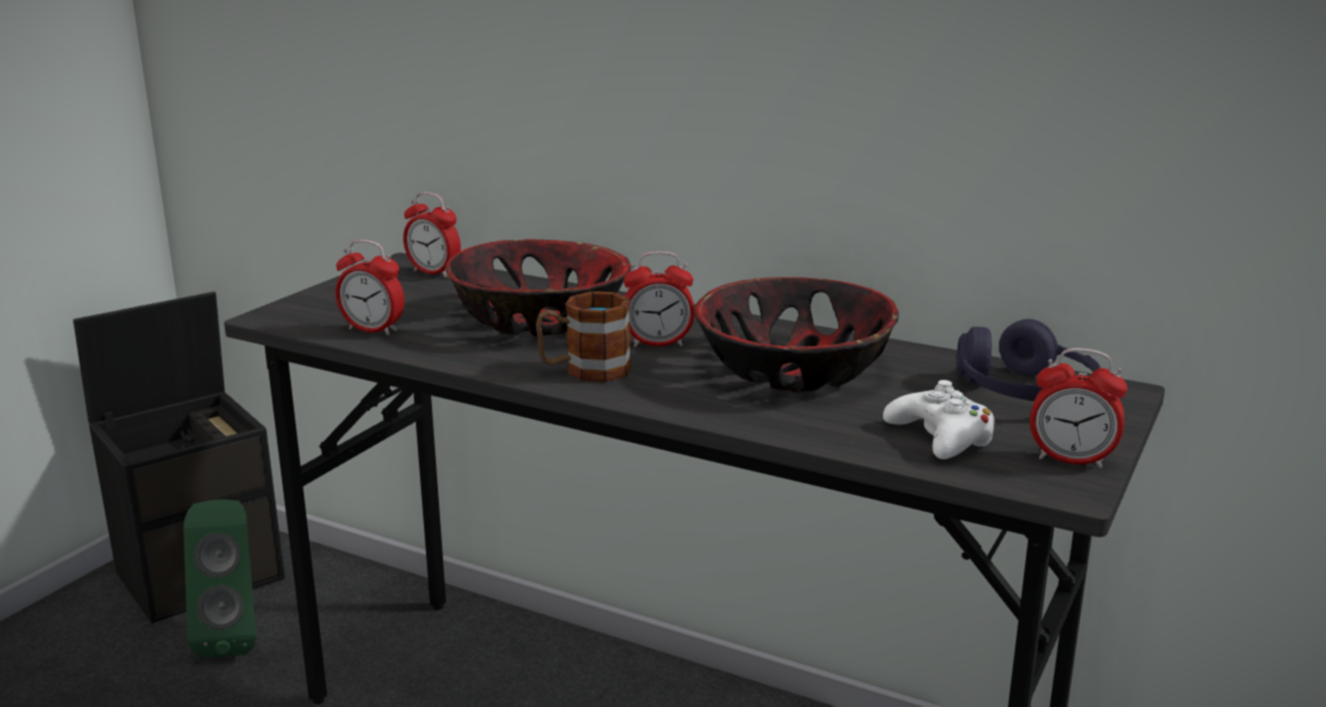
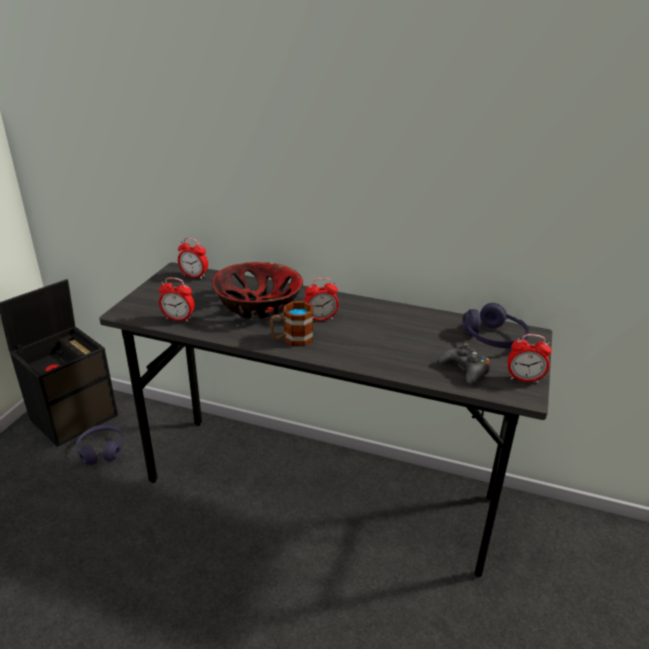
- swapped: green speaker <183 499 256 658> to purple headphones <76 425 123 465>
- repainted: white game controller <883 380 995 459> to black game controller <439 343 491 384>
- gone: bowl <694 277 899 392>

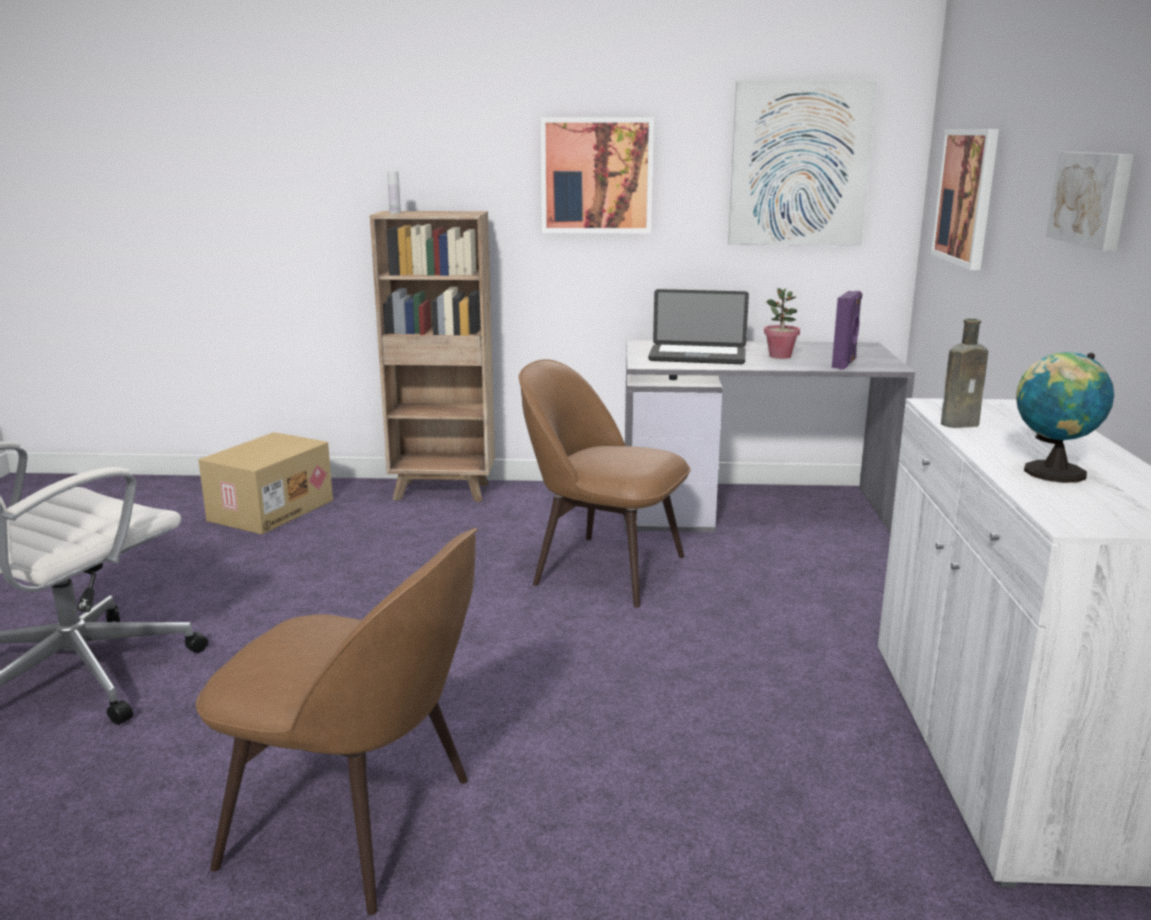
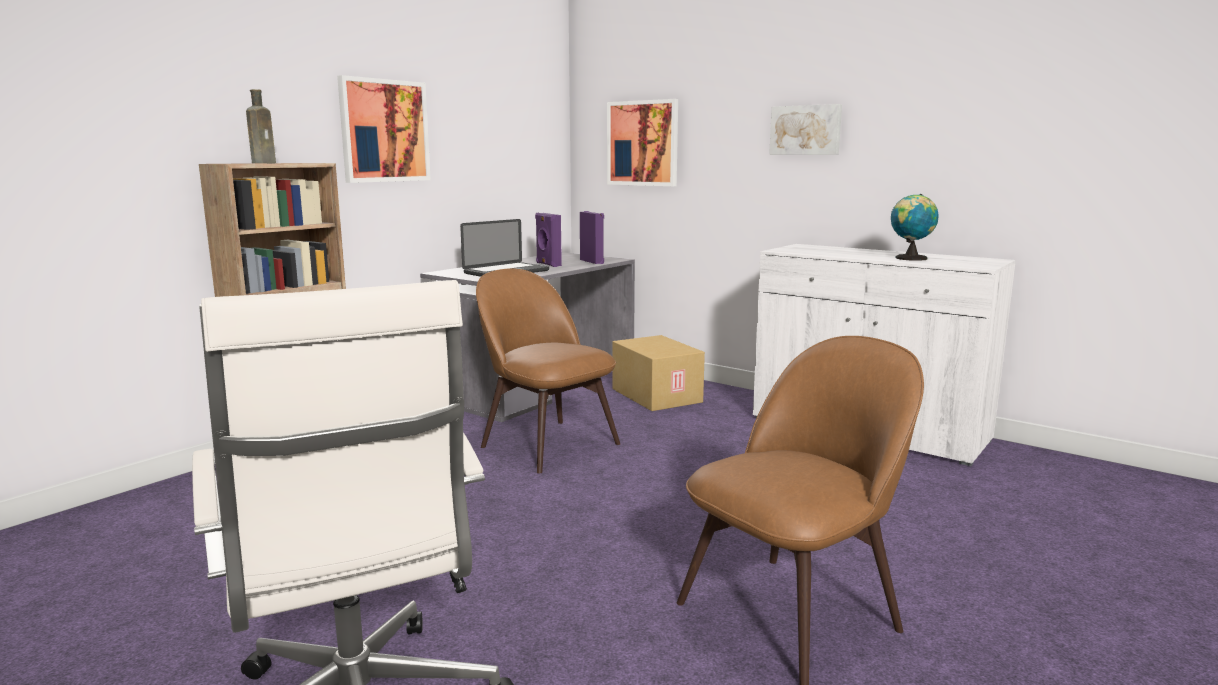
- shifted: brown bottle <941 319 988 428> to <246 89 276 163>
- rotated: brown chair <519 359 691 608> = <476 268 620 474> 75 degrees clockwise
- swapped: potted plant <764 288 800 359> to purple speaker <535 213 562 267>
- shifted: cardboard box <198 432 333 535> to <612 335 705 411>
- gone: white bottle <387 171 401 214>
- gone: picture <728 81 876 245>

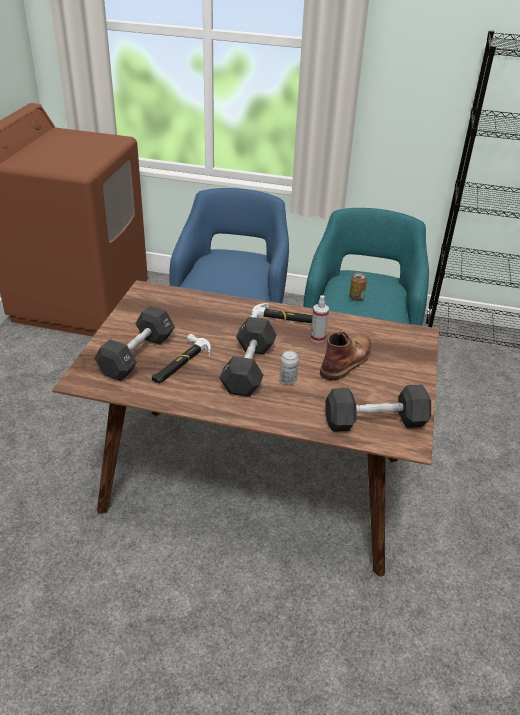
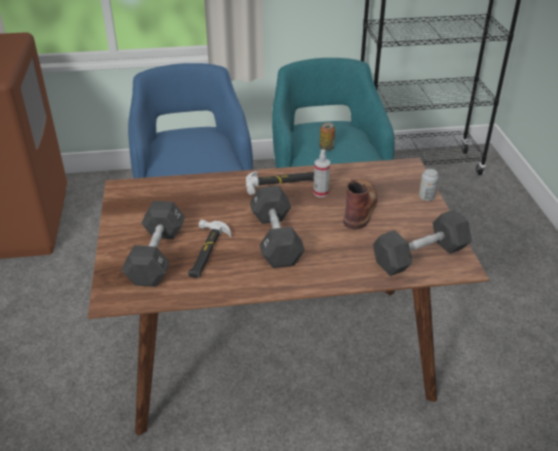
- shifted: can <280 351 299 385> to <419 169 439 201>

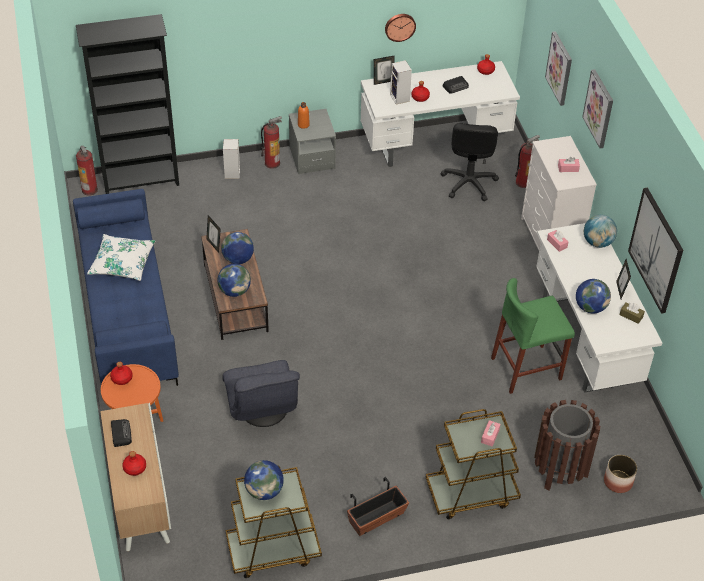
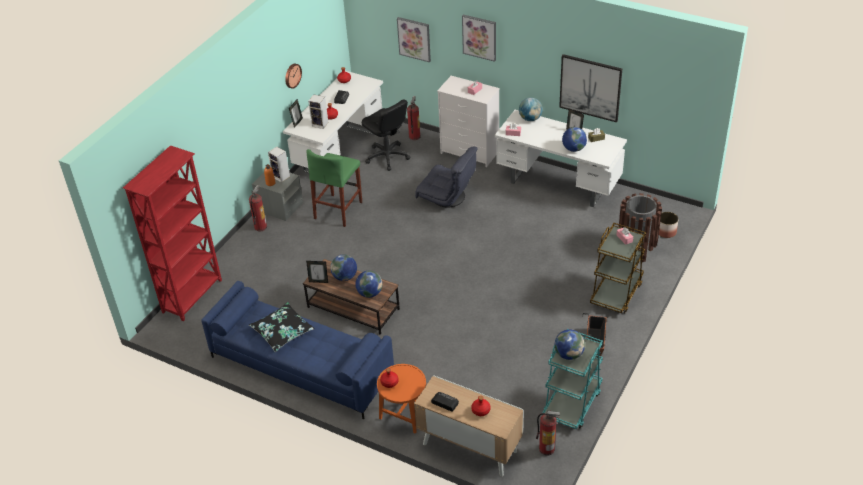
- repainted: black bookcase <76 14 179 194> to red bookcase <123 145 222 321>
- repainted: white pillow <87 234 156 281> to black pillow <249 302 314 352>
- shifted: speaker <223 139 240 179> to <268 147 290 183>
- shifted: green stool <491 278 575 394> to <306 149 362 227>
- shifted: grey armchair <222 360 300 427> to <415 146 478 208>
- shifted: fire extinguisher <76 146 98 196> to <536 411 560 455>
- repainted: brown cart <226 465 322 578> to turquoise cart <542 329 603 429>

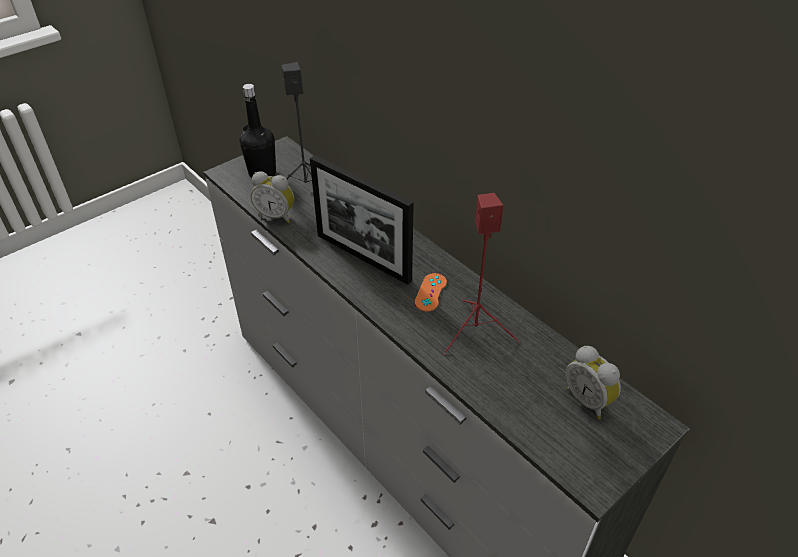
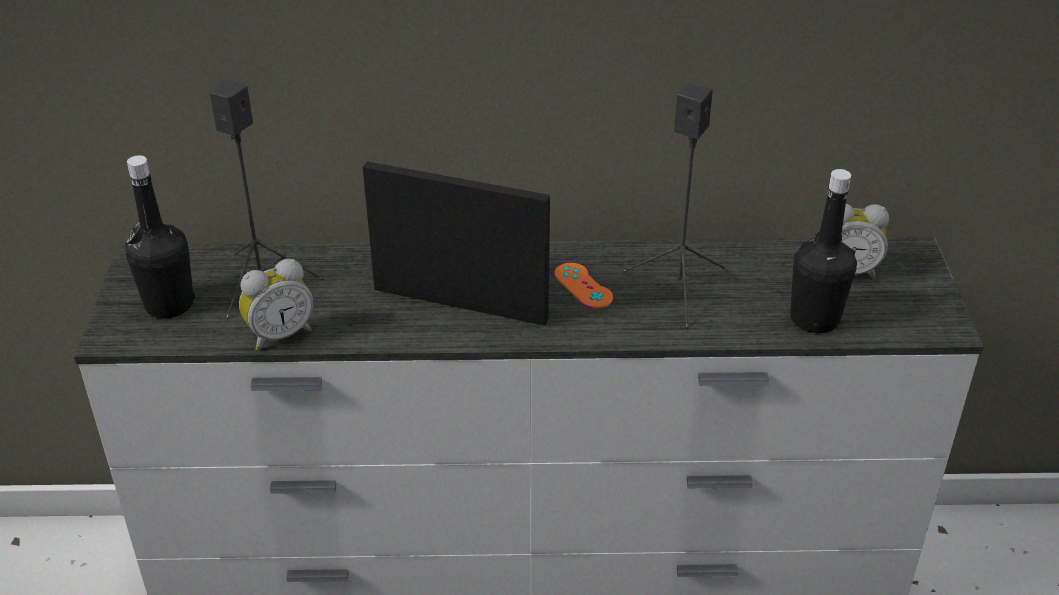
- rotated: picture frame <310 155 414 285> = <363 161 550 326> 150 degrees counterclockwise
- repainted: red speaker <443 193 520 355> to black speaker <623 84 728 329>
- new: black bottle <790 169 857 333>

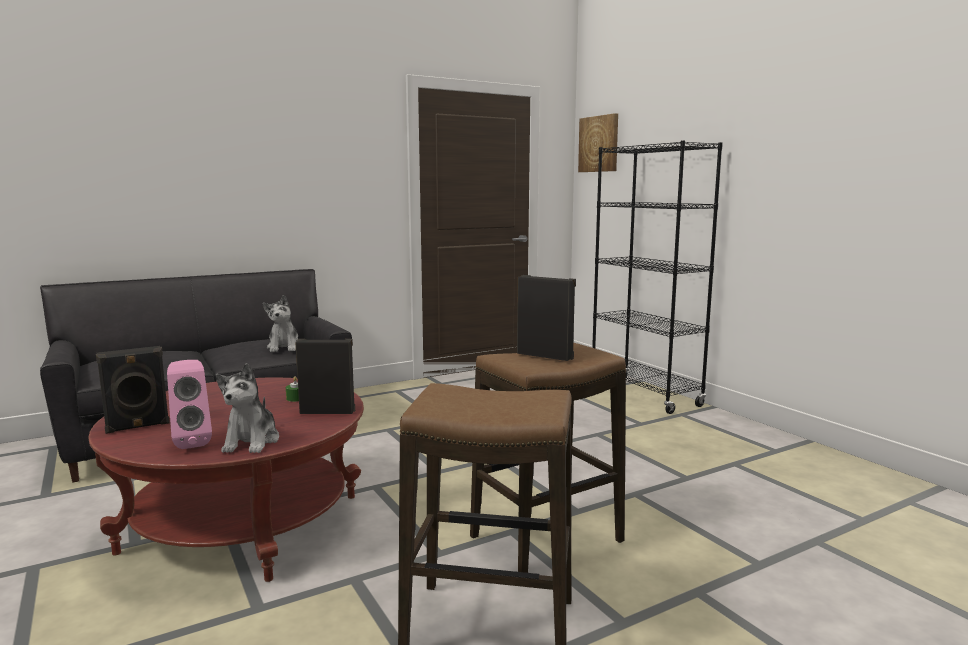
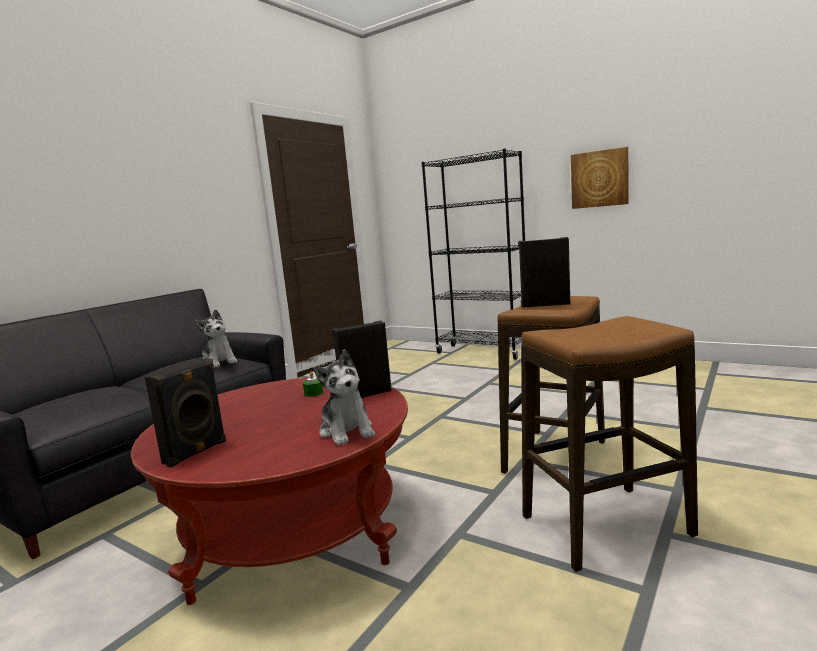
- shifted: picture <578 113 618 172> to <571 147 629 209>
- gone: pink speaker <167 360 212 449>

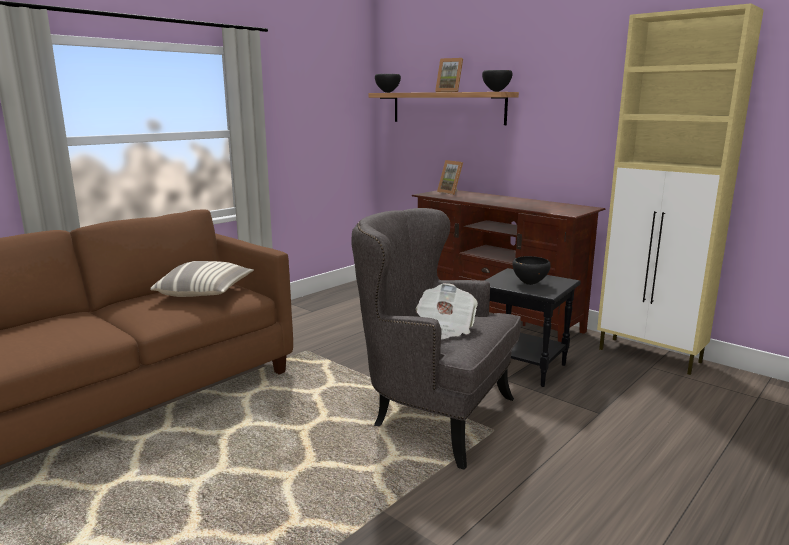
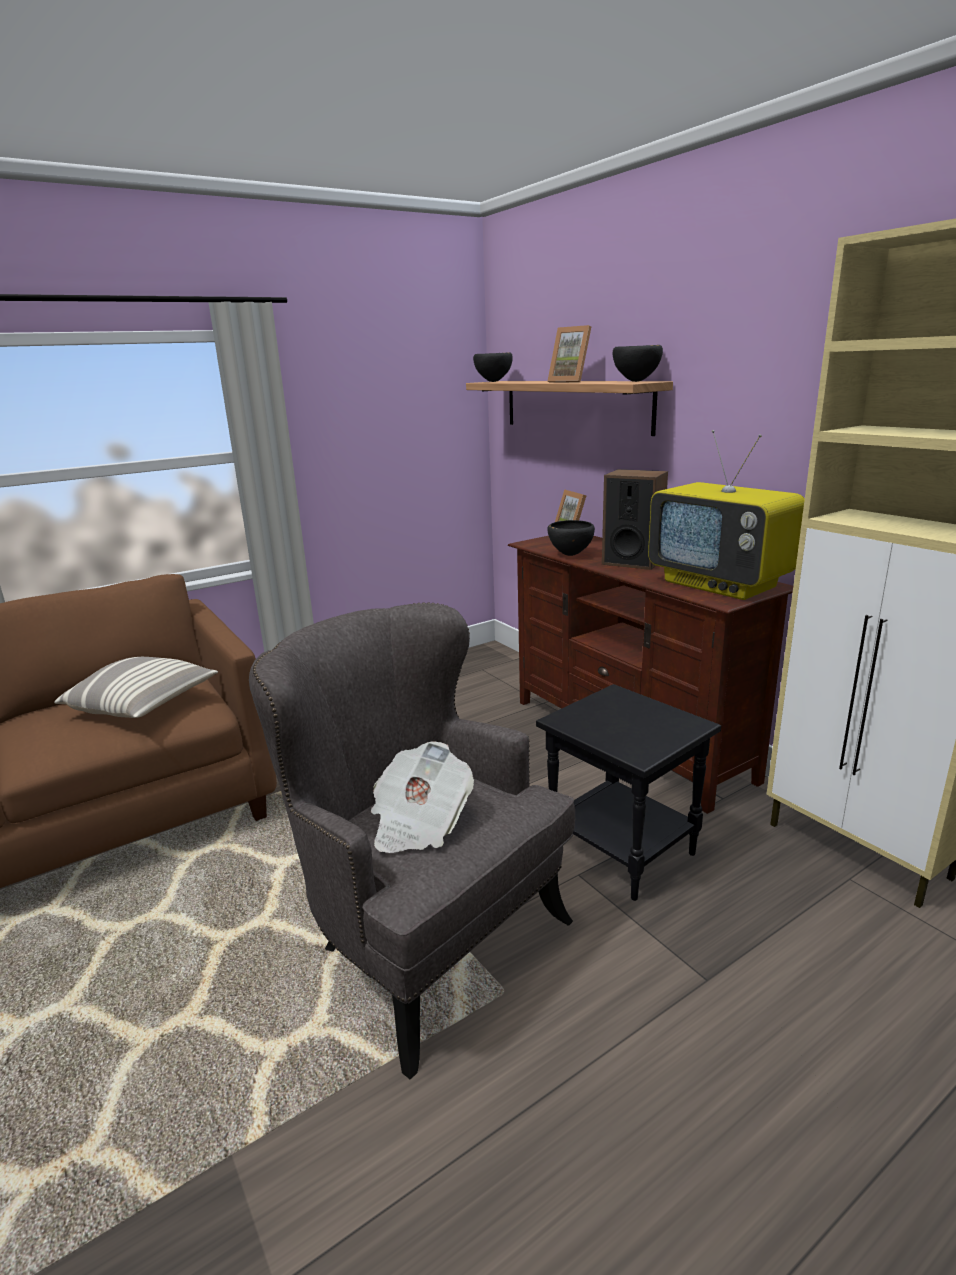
- shifted: black bowl <512 256 551 285> to <547 520 595 556>
- new: speaker <602 469 668 570>
- new: television <648 430 805 600>

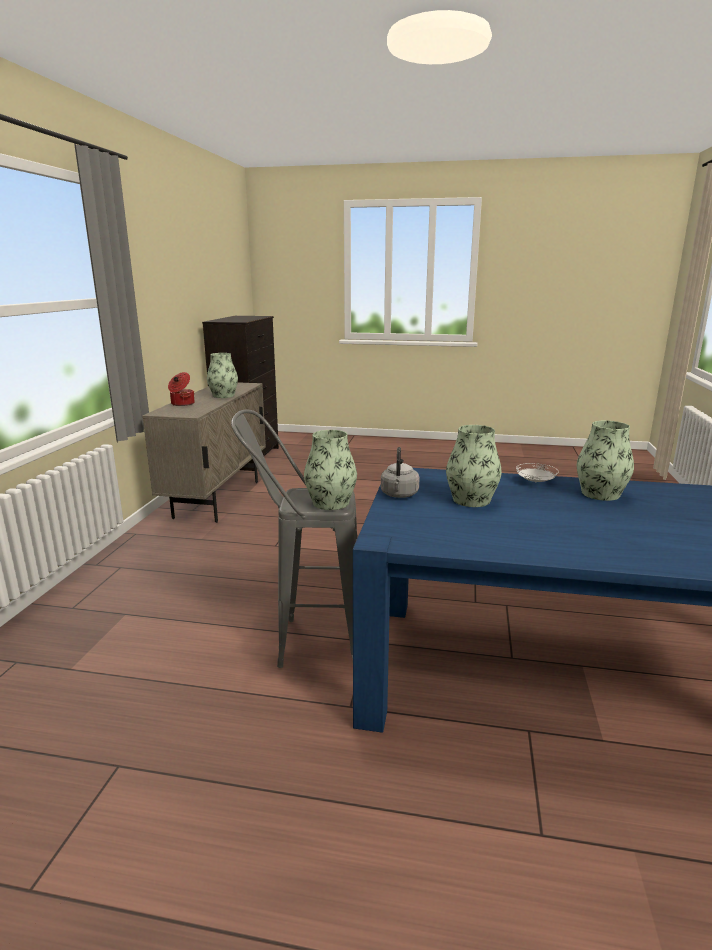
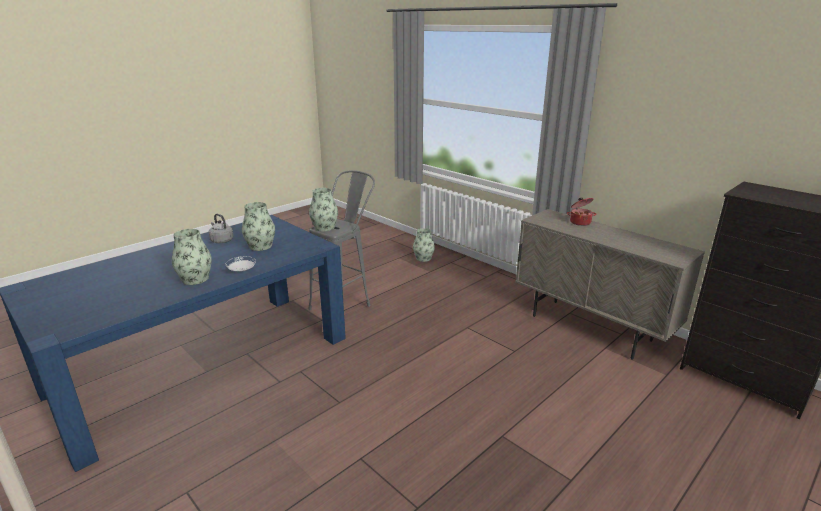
- shifted: grey kettle <381 447 419 498> to <209 214 233 243>
- shifted: vase <207 353 238 398> to <413 228 435 262>

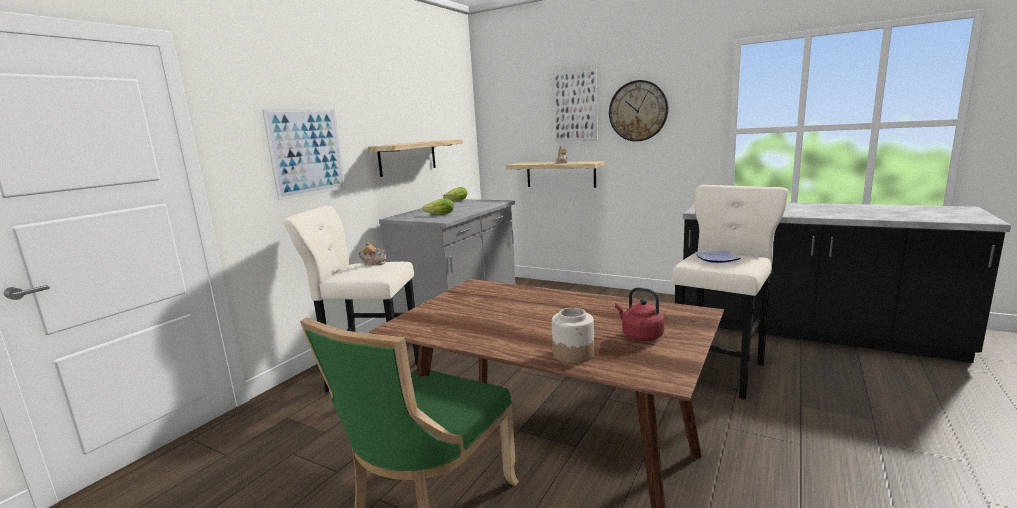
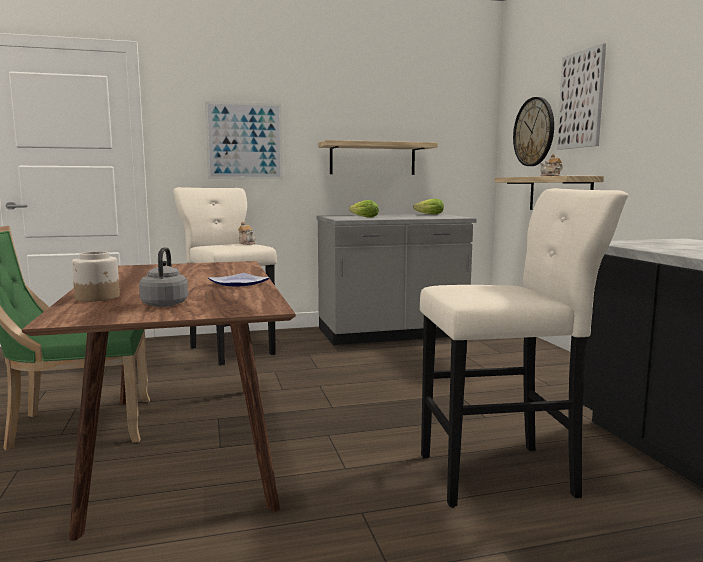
- repainted: red kettle <615 287 664 341> to grey kettle <139 247 188 307>
- shifted: plate <695 250 740 263> to <208 273 270 287>
- shifted: wall clock <609 80 668 141> to <513 97 554 166>

